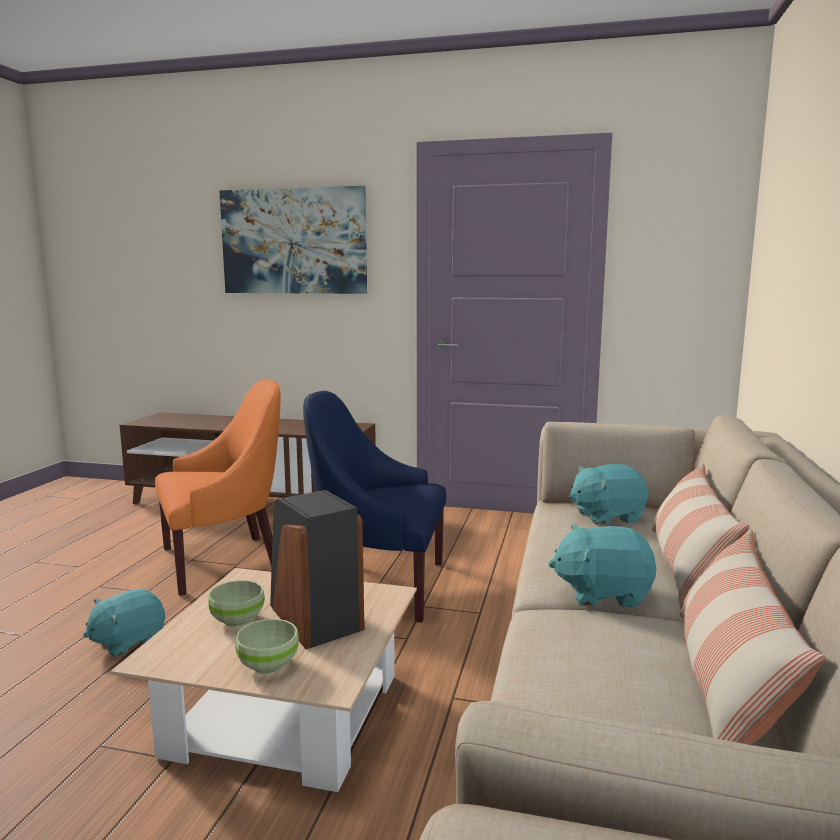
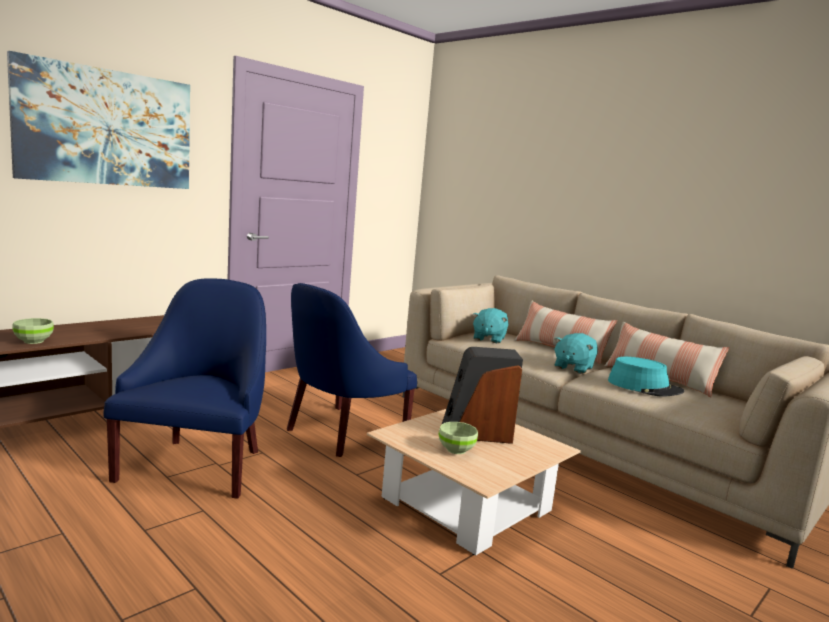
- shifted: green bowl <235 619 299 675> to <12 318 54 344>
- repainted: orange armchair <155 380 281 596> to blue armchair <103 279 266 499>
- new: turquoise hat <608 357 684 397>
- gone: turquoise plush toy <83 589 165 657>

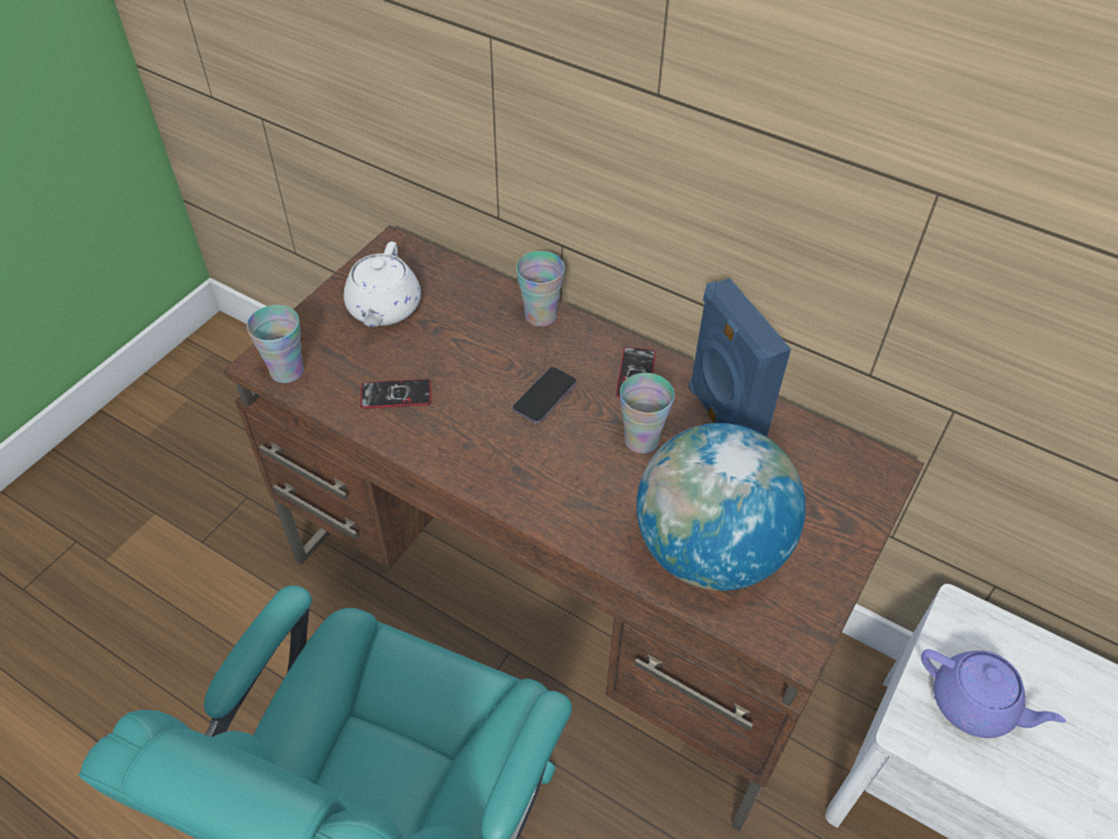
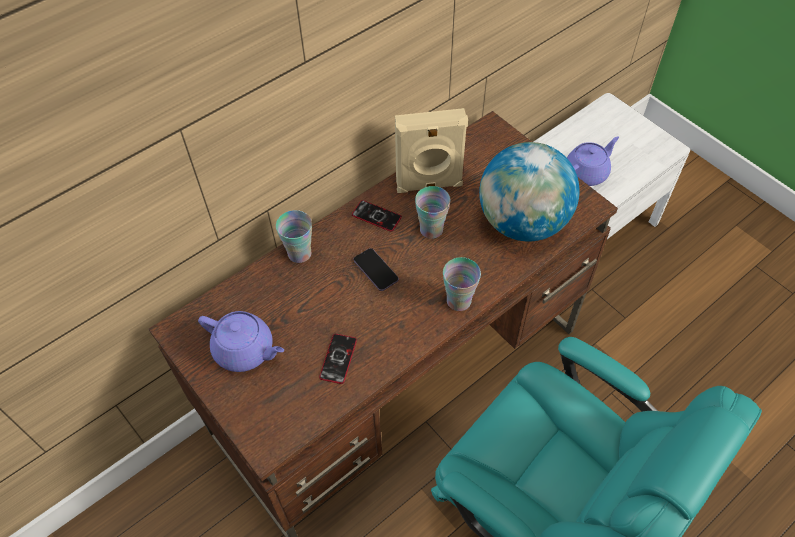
- repainted: white teapot <344 242 421 327> to purple teapot <198 311 284 372>
- repainted: blue speaker <688 278 791 437> to beige speaker <395 108 468 193>
- shifted: cup <247 305 304 383> to <443 257 481 311>

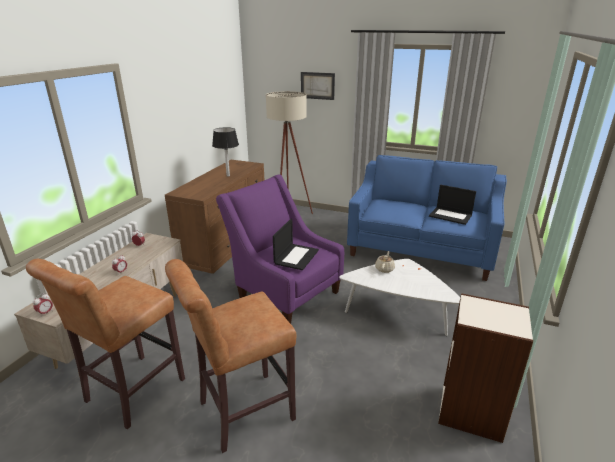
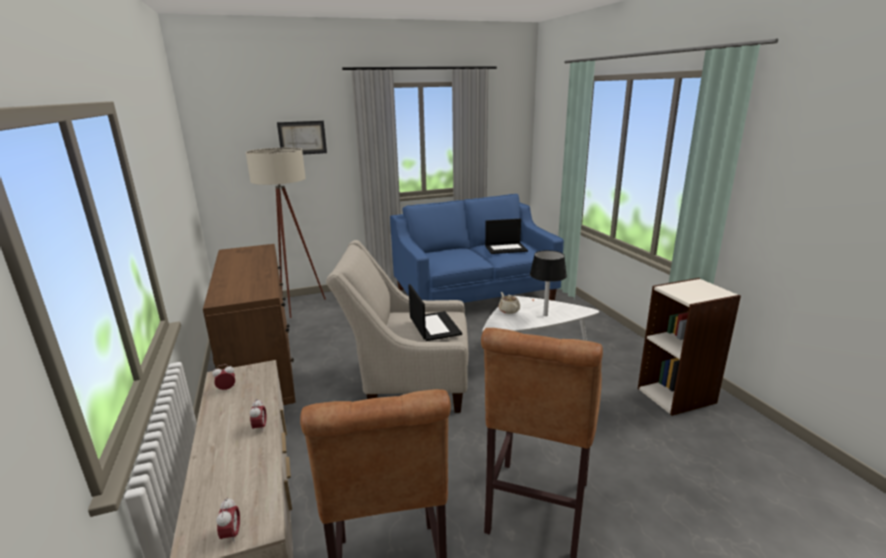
- repainted: purple armchair <216 174 344 324> to beige armchair <326 240 468 413>
- shifted: black table lamp <212 127 239 177> to <530 250 567 316>

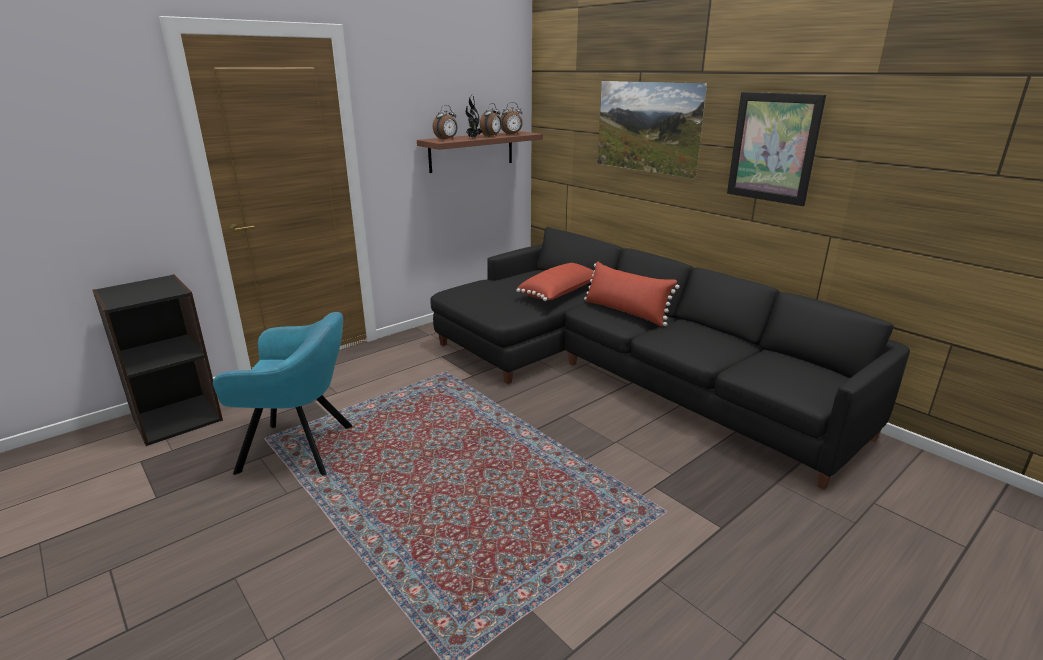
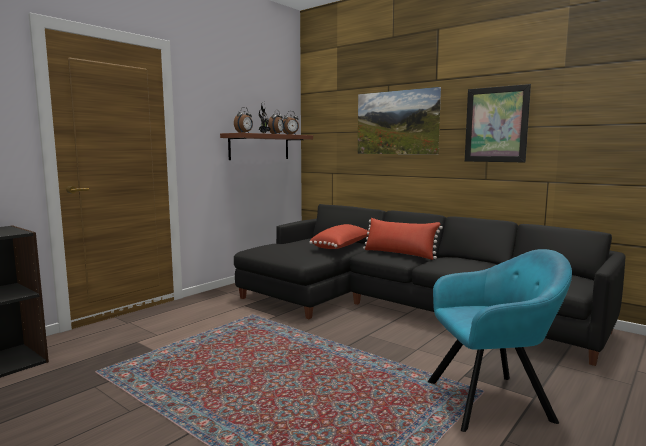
- shifted: turquoise armchair <213 312 352 475> to <428 249 572 432>

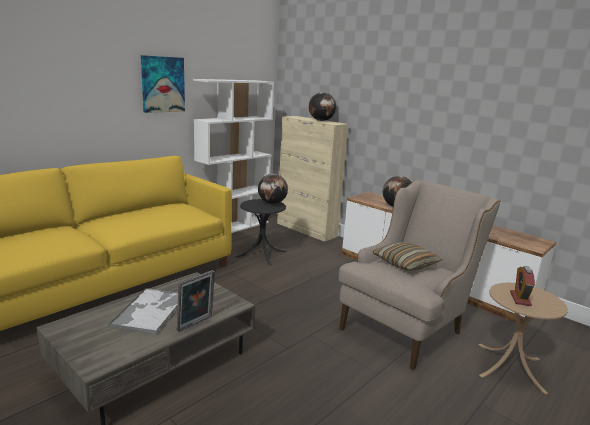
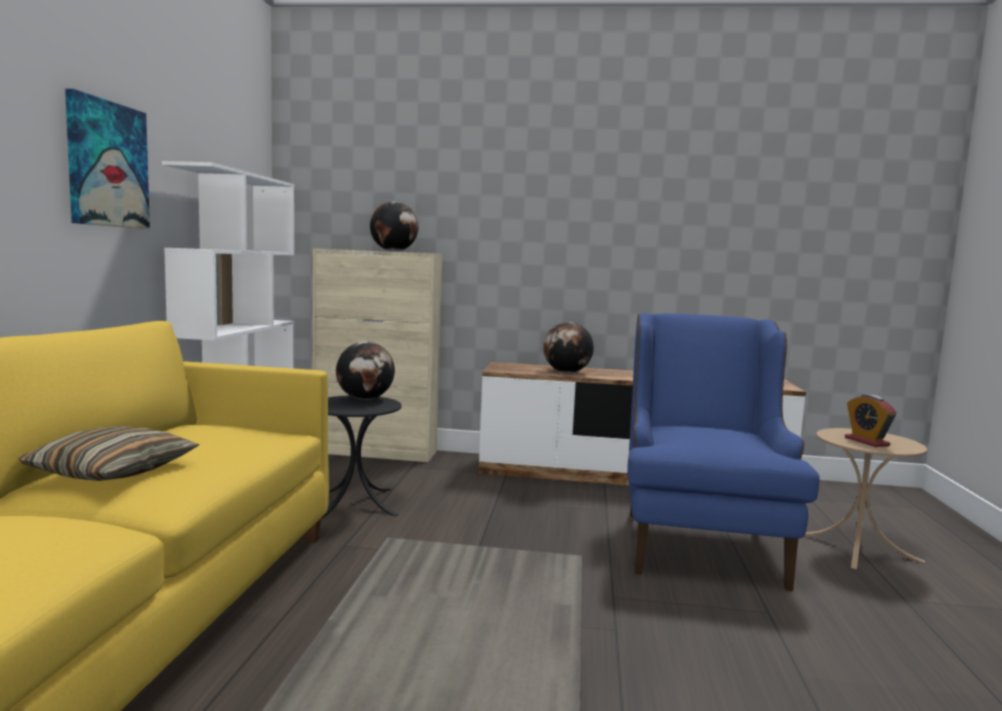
- shifted: pillow <373 242 443 271> to <18 426 199 481>
- repainted: beige armchair <338 180 501 371> to blue armchair <627 313 820 591>
- gone: tray <108 288 178 335>
- gone: picture frame <176 270 215 332>

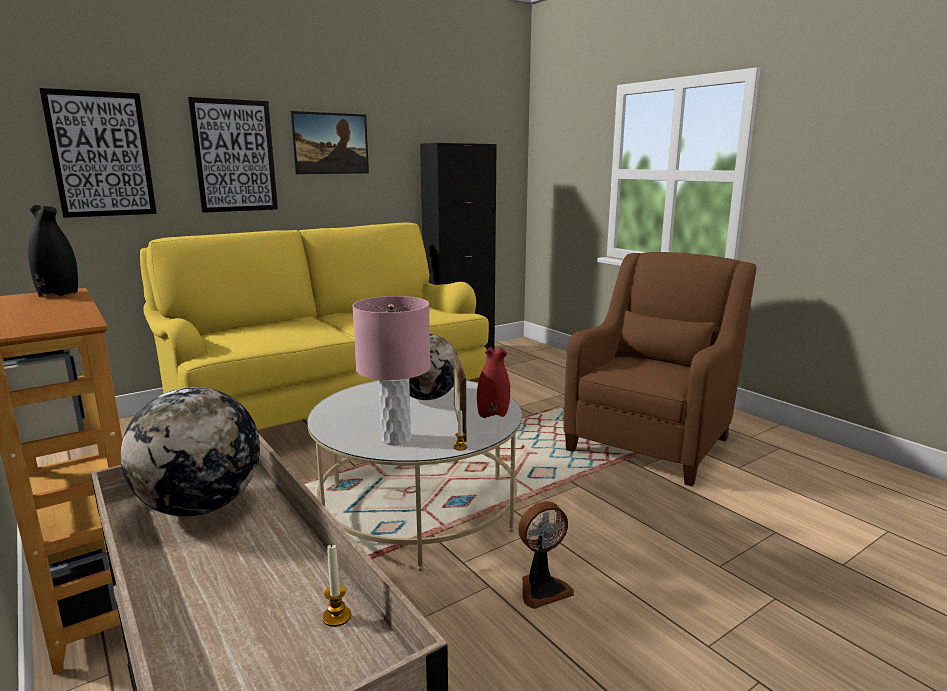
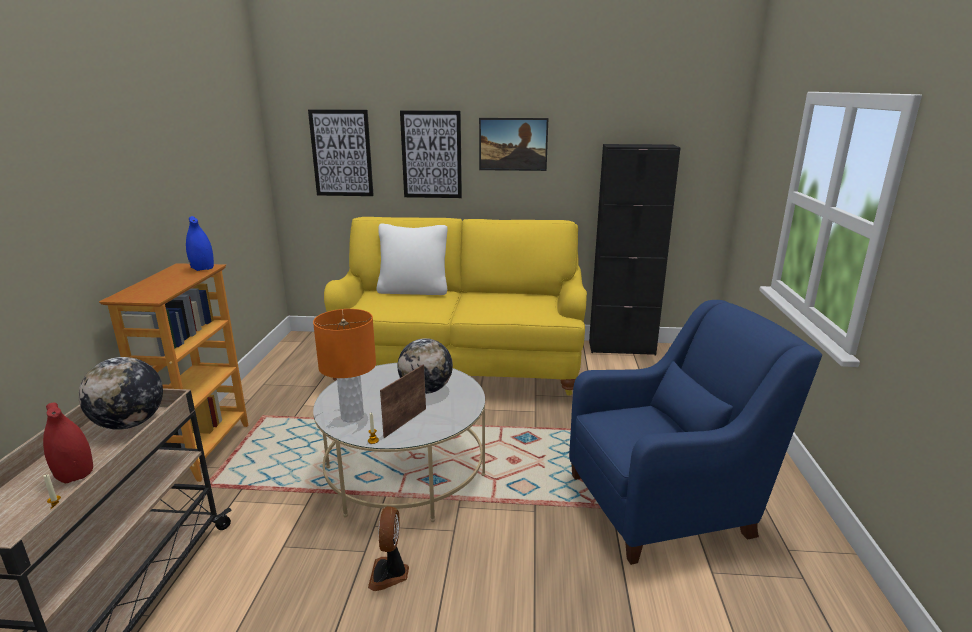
- shifted: red vase <477 347 510 418> to <43 403 93 484>
- repainted: black vase <28 205 78 297> to blue vase <186 216 214 271>
- repainted: pink table lamp <352 296 431 445> to orange table lamp <313 309 376 423>
- rotated: fan <518 501 574 609> = <368 506 409 591> 75 degrees clockwise
- new: white pillow <376 223 447 295>
- repainted: brown armchair <563 252 756 487> to blue armchair <569 300 822 565>

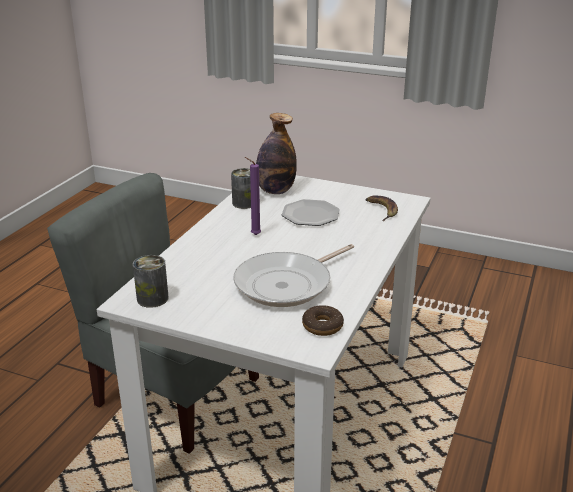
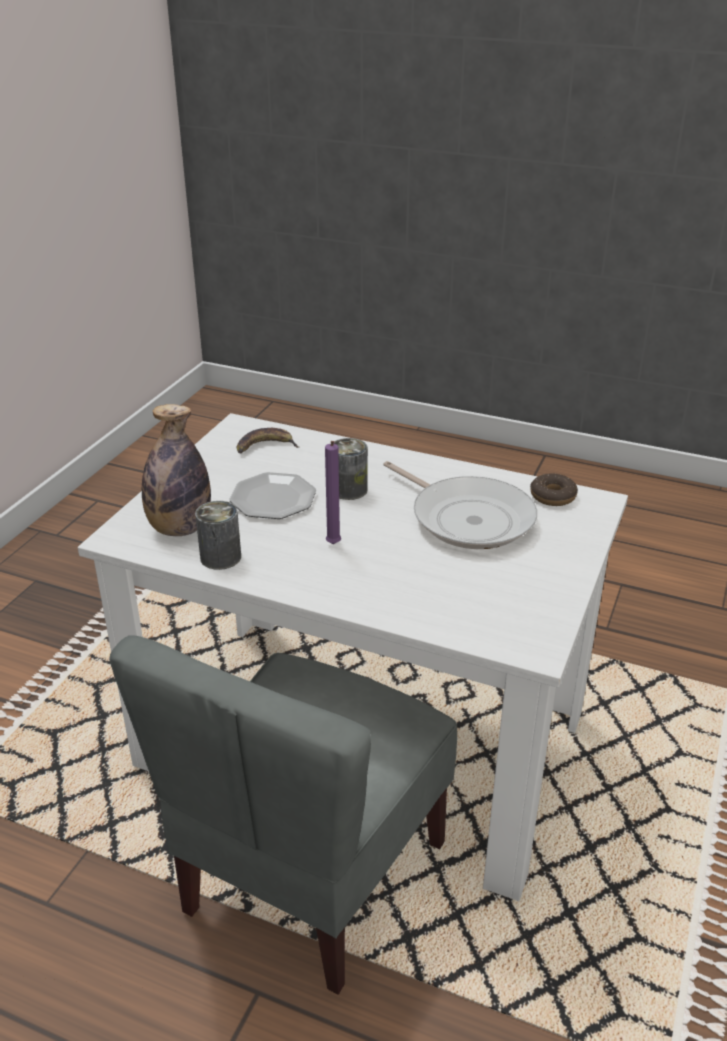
- shifted: can <133 255 169 308> to <334 438 368 500>

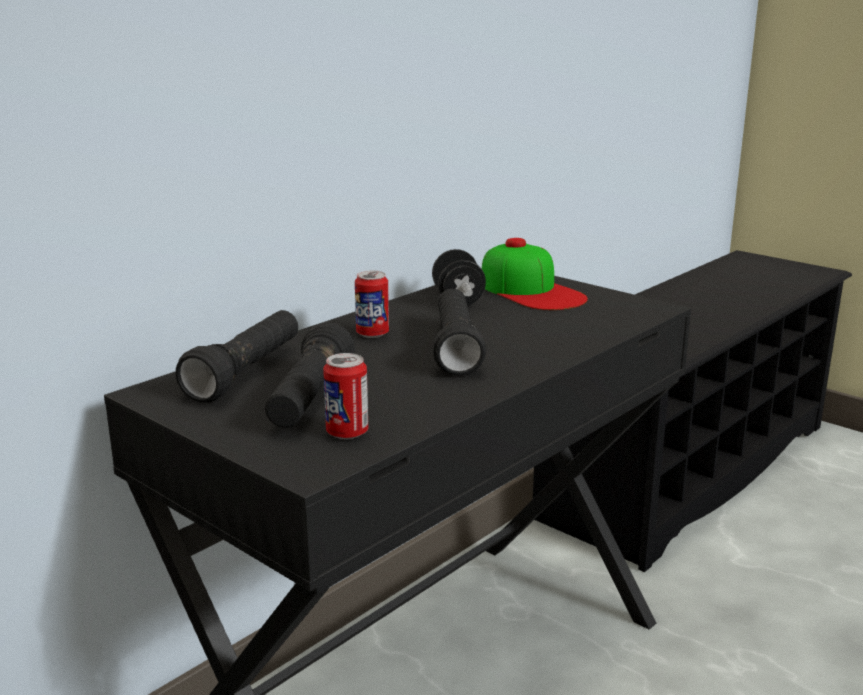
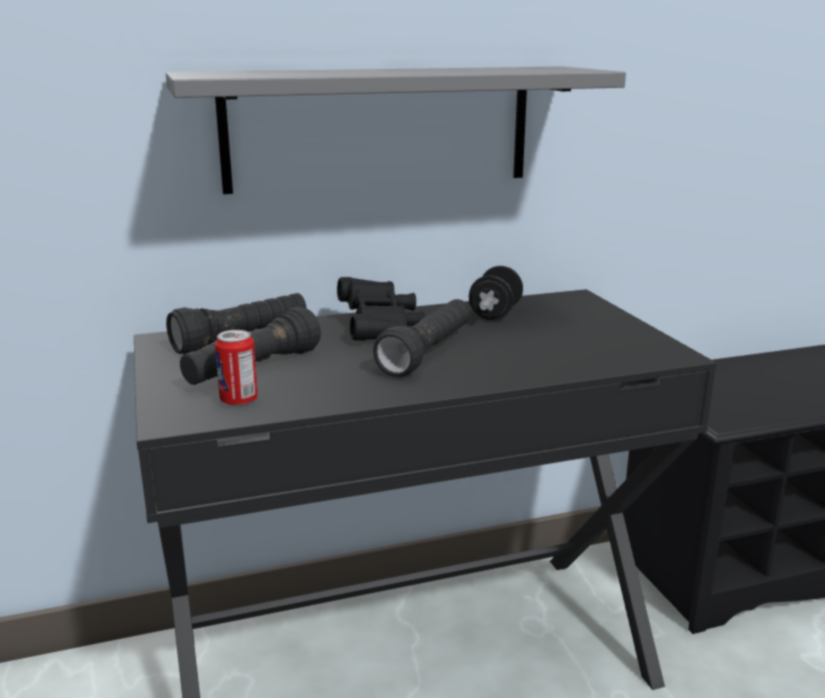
- new: grey shelf <166 66 626 194>
- swapped: can <355 270 389 338> to black binoculars <337 277 425 341>
- gone: cap <482 238 588 310>

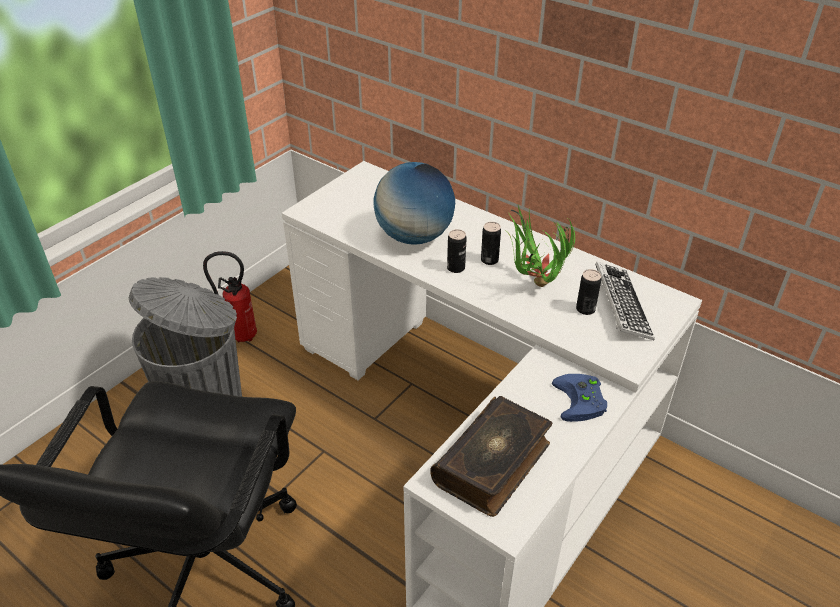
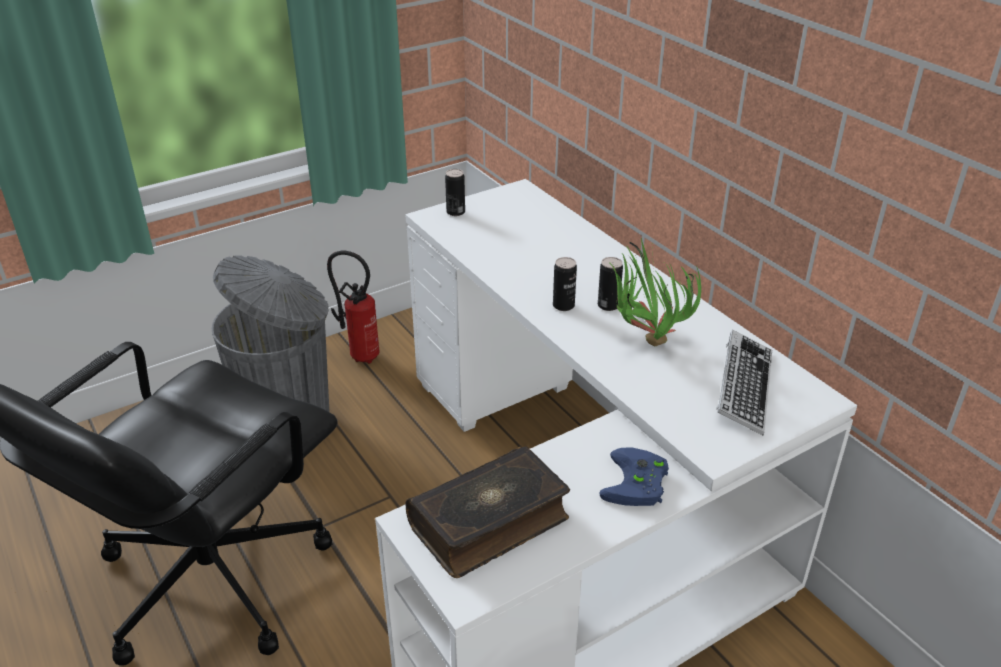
- shifted: can <576 269 601 315> to <445 169 465 216>
- gone: globe <373 162 455 245>

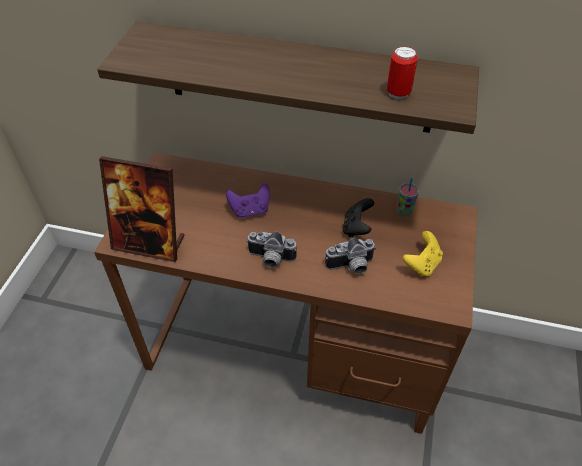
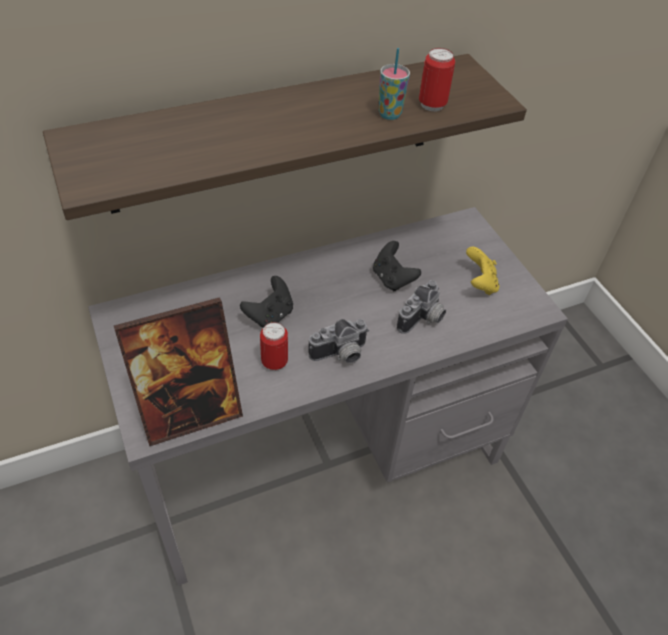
- repainted: brown desk <94 152 478 434> to grey desk <88 207 568 586>
- repainted: purple game controller <226 183 270 218> to black game controller <240 276 293 328>
- new: can <260 322 288 371>
- shifted: cup <397 178 419 216> to <379 48 410 120>

